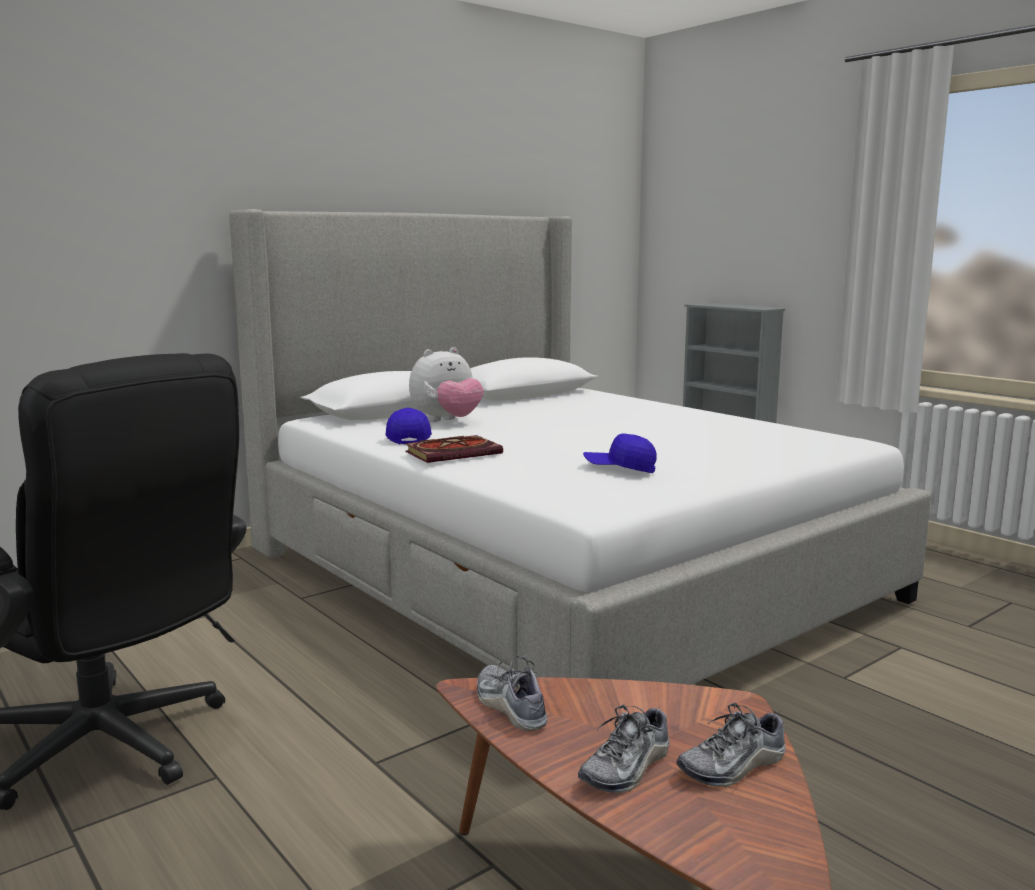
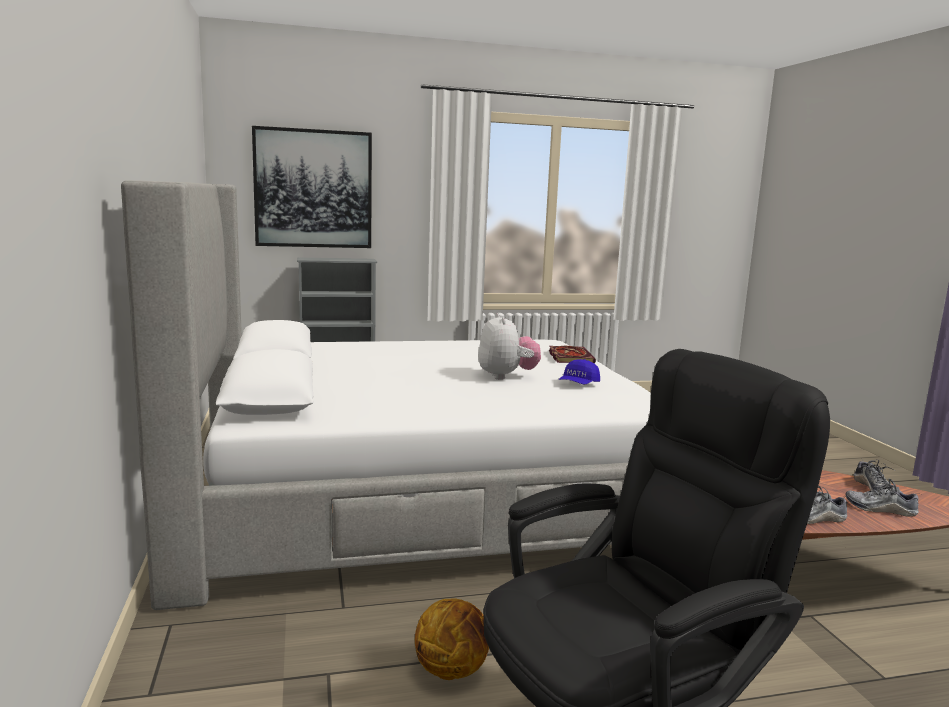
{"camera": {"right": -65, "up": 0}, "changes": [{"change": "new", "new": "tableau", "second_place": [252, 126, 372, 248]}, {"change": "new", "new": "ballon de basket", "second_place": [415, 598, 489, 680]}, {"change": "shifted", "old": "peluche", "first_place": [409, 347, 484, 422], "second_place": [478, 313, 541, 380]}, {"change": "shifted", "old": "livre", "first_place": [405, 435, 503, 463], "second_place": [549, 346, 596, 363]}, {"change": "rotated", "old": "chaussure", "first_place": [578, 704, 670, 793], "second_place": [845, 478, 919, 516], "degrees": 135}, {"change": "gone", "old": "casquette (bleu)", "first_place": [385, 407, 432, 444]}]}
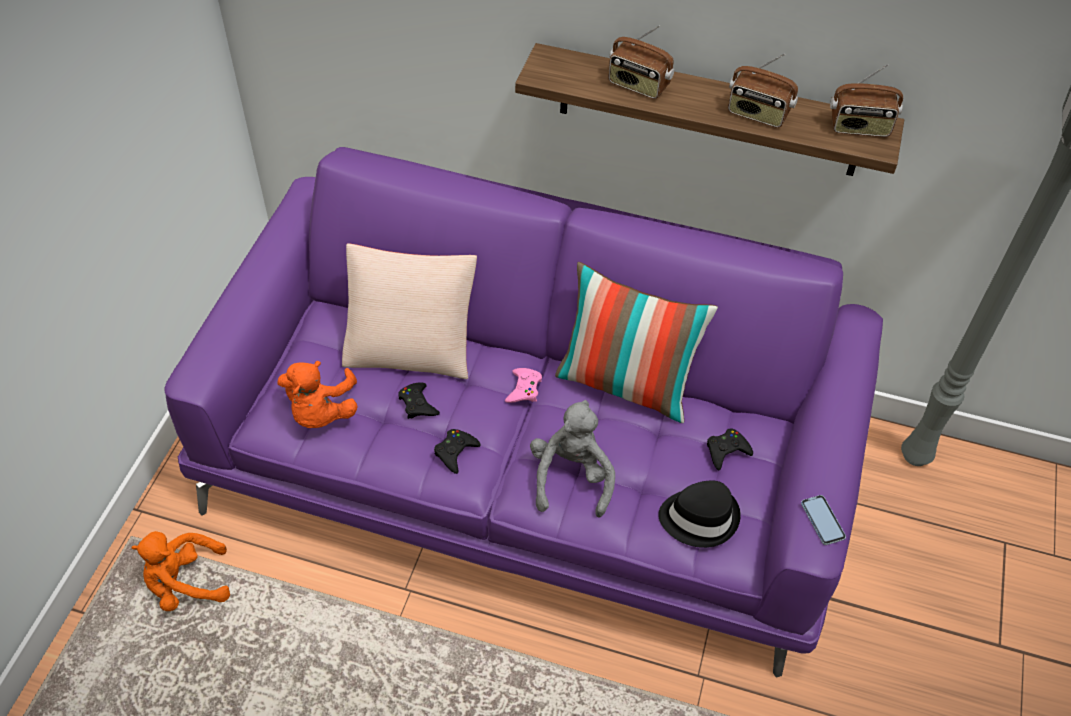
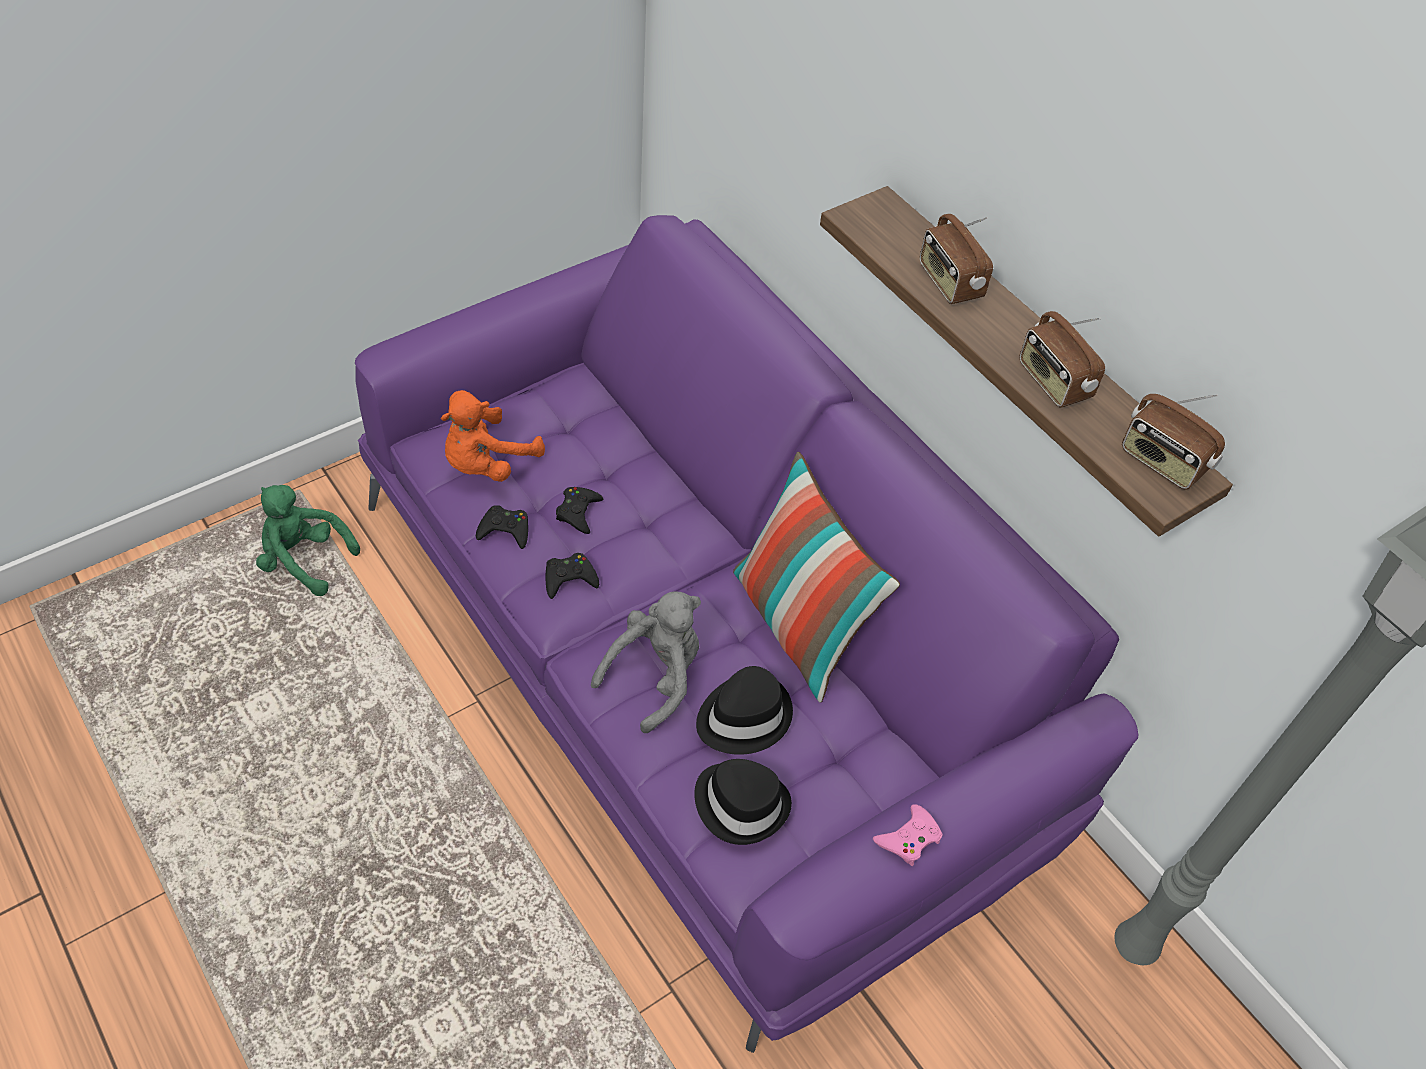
{"camera": {"right": 35, "up": 0}, "changes": [{"change": "repainted", "old": "peluche (orange)", "new": "peluche (vert)", "first_place": [131, 531, 230, 611], "second_place": [256, 485, 360, 596]}, {"change": "shifted", "old": "manette (noir)", "first_place": [707, 429, 753, 470], "second_place": [476, 505, 528, 549]}, {"change": "new", "new": "chapeau (noir)", "second_place": [696, 666, 793, 755]}, {"change": "shifted", "old": "manette (rose)", "first_place": [505, 368, 542, 403], "second_place": [873, 804, 943, 866]}, {"change": "gone", "old": "coussin (beige)", "first_place": [342, 243, 477, 379]}, {"change": "gone", "old": "téléphone", "first_place": [801, 495, 846, 545]}]}
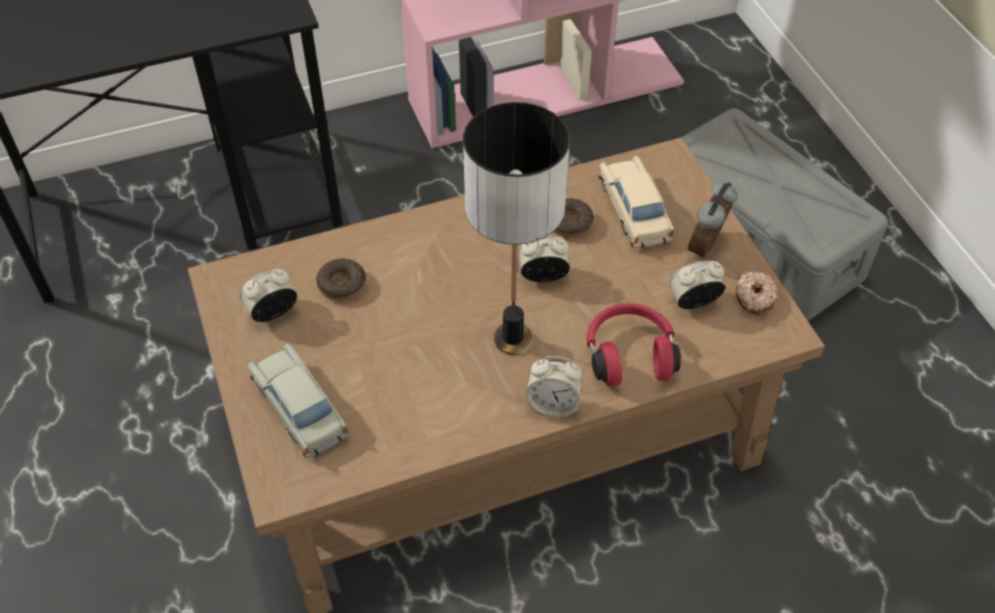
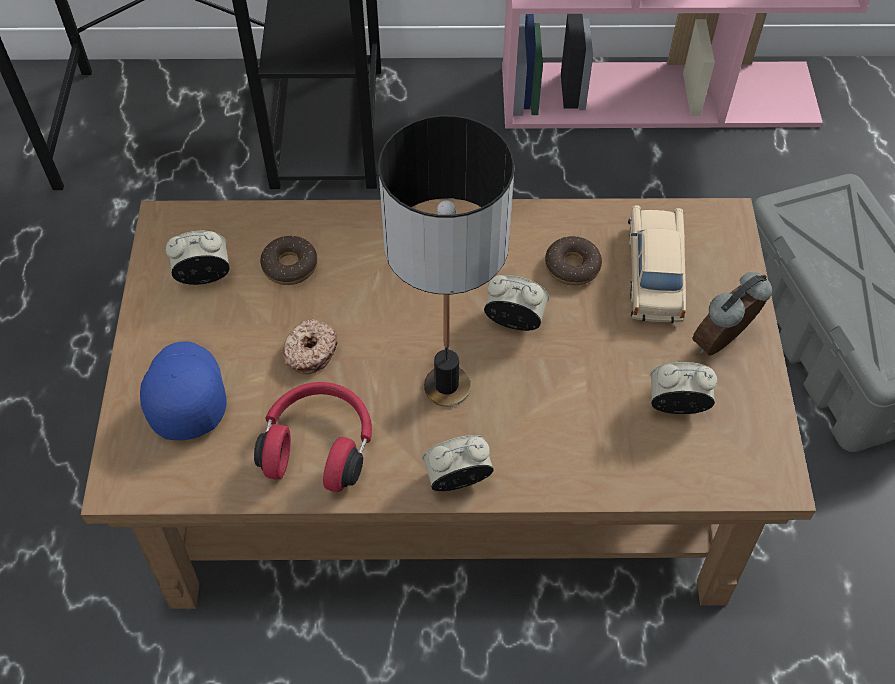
{"camera": {"right": 20, "up": 5}, "changes": [{"change": "swapped", "old": "petite voiture (beige)", "new": "casquette (bleu)", "first_place": [248, 344, 349, 458], "second_place": [140, 341, 227, 440]}, {"change": "shifted", "old": "casque audio (rouge)", "first_place": [587, 303, 681, 386], "second_place": [254, 382, 372, 492]}, {"change": "shifted", "old": "beignet", "first_place": [735, 271, 779, 315], "second_place": [282, 318, 338, 374]}, {"change": "rotated", "old": "réveil", "first_place": [525, 356, 582, 418], "second_place": [422, 435, 494, 491], "degrees": 135}]}
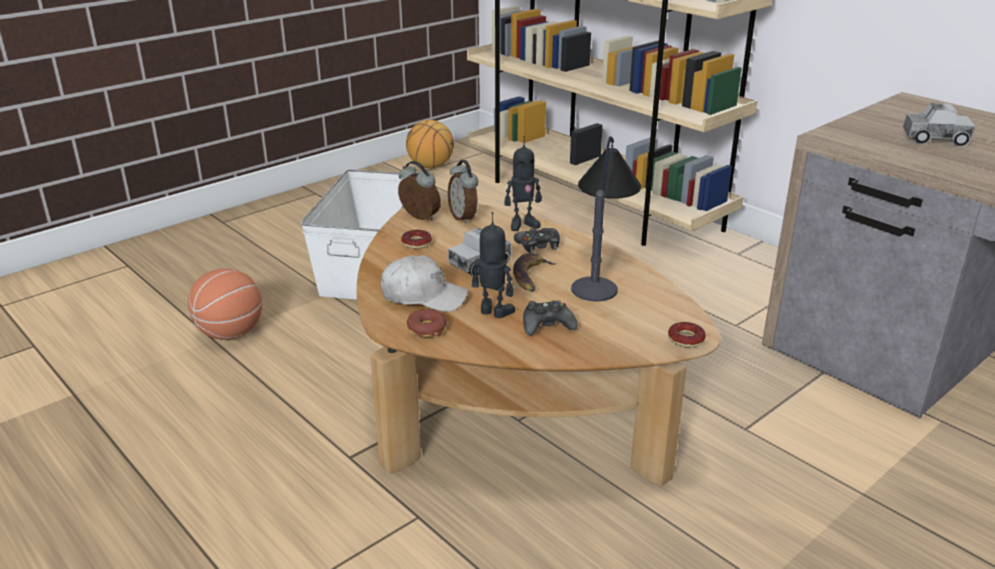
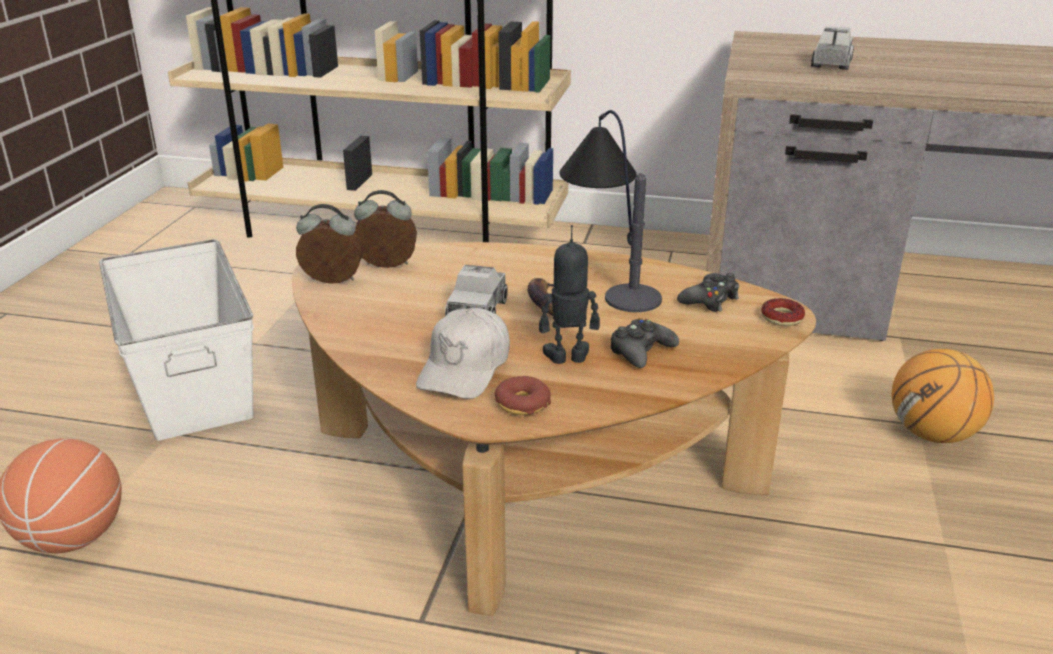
{"camera": {"right": -35, "up": 0}, "changes": [{"change": "rotated", "old": "réveil", "first_place": [448, 160, 478, 224], "second_place": [354, 190, 417, 268], "degrees": 150}, {"change": "rotated", "old": "casquette (blanc)", "first_place": [381, 255, 468, 312], "second_place": [416, 308, 510, 399], "degrees": 135}, {"change": "shifted", "old": "manette (noir)", "first_place": [514, 228, 560, 253], "second_place": [677, 273, 739, 312]}, {"change": "rotated", "old": "camion jouet", "first_place": [903, 103, 975, 147], "second_place": [811, 26, 854, 70], "degrees": -45}, {"change": "shifted", "old": "ballon de basket", "first_place": [406, 120, 454, 168], "second_place": [892, 349, 994, 443]}, {"change": "gone", "old": "beignet", "first_place": [401, 230, 432, 249]}, {"change": "gone", "old": "robot jouet", "first_place": [504, 136, 542, 231]}]}
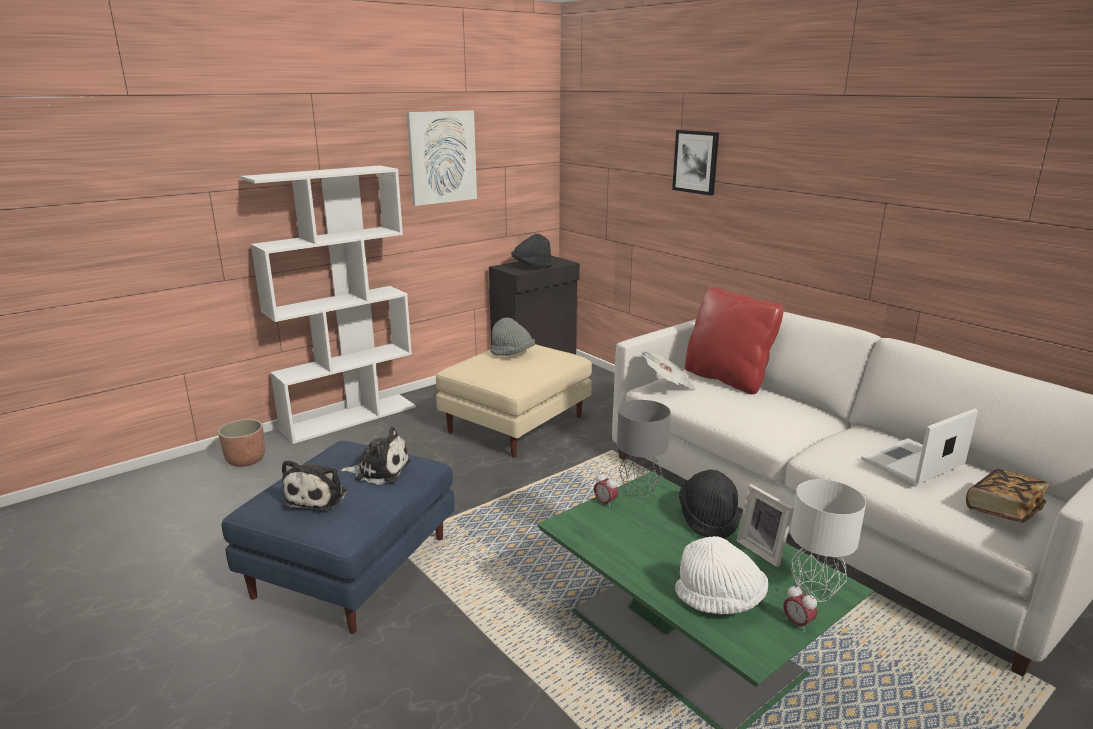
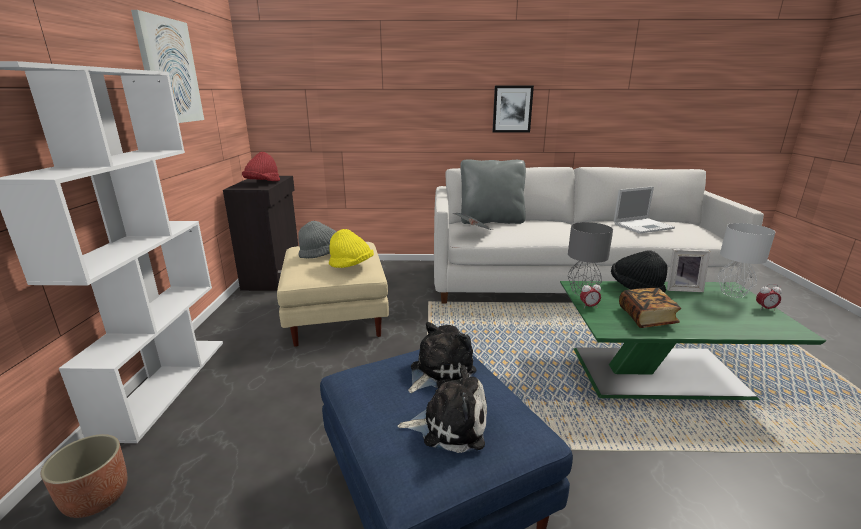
{"camera": {"right": -50, "up": 0}, "changes": [{"change": "repainted", "old": "chapeau (noir)", "new": "chapeau (rouge)", "first_place": [512, 234, 552, 267], "second_place": [242, 152, 280, 181]}, {"change": "new", "new": "chapeau (jaune)", "second_place": [329, 229, 374, 268]}, {"change": "rotated", "old": "peluche", "first_place": [282, 460, 347, 512], "second_place": [398, 365, 487, 453], "degrees": -45}, {"change": "repainted", "old": "coussin (rouge)", "new": "coussin (gris)", "first_place": [685, 287, 784, 394], "second_place": [460, 159, 526, 224]}, {"change": "shifted", "old": "tableau", "first_place": [672, 130, 719, 195], "second_place": [492, 86, 534, 133]}, {"change": "rotated", "old": "ordinateur portable", "first_place": [861, 408, 978, 485], "second_place": [614, 186, 675, 234], "degrees": -120}, {"change": "shifted", "old": "livre", "first_place": [966, 469, 1049, 523], "second_place": [619, 288, 681, 328]}, {"change": "gone", "old": "chapeau (blanc)", "first_place": [675, 536, 768, 614]}]}
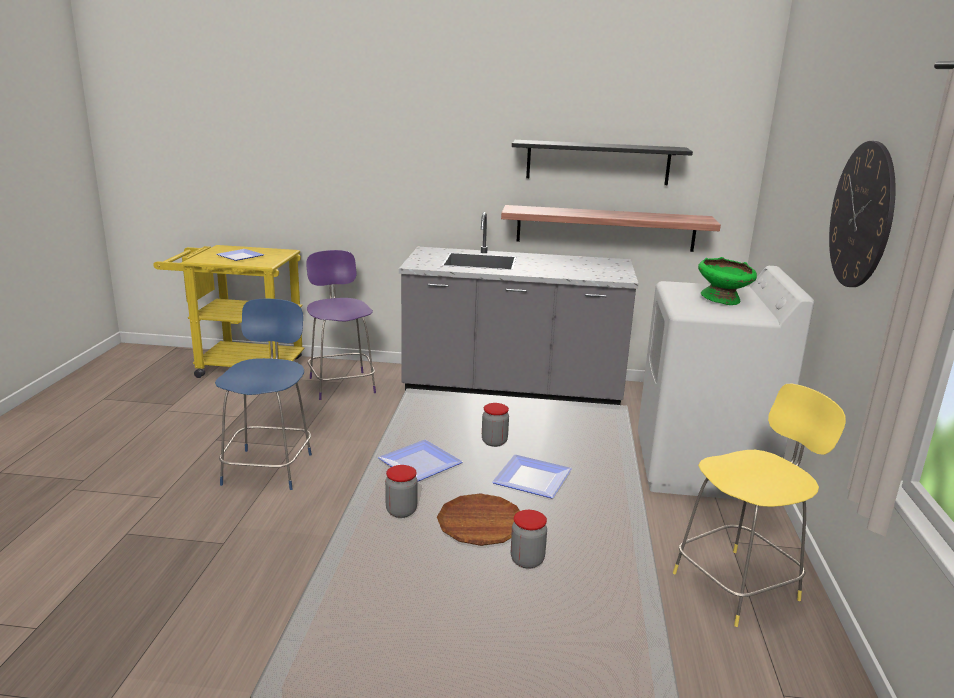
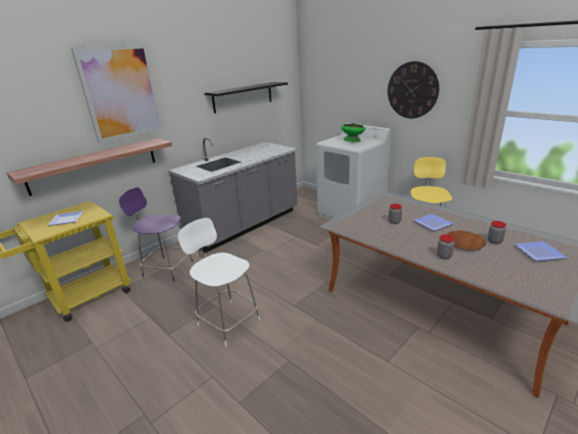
{"camera": {"right": -50, "up": 5}, "changes": [{"change": "shifted", "old": "étagère", "first_place": [501, 205, 721, 252], "second_place": [7, 138, 172, 196]}, {"change": "new", "new": "tableau", "second_place": [71, 44, 163, 143]}, {"change": "repainted", "old": "tabouret (bleu)", "new": "tabouret (blanc)", "first_place": [215, 299, 312, 490], "second_place": [178, 218, 260, 346]}, {"change": "shifted", "old": "assiette", "first_place": [378, 440, 463, 481], "second_place": [515, 241, 568, 261]}]}
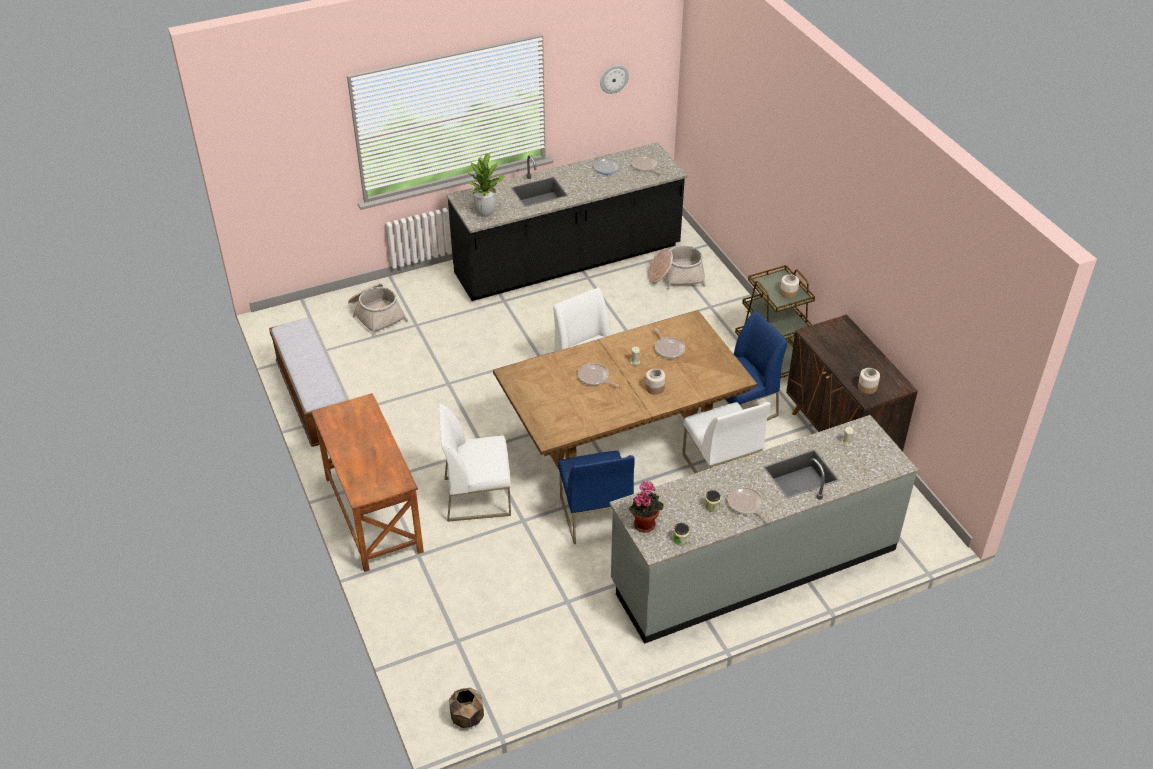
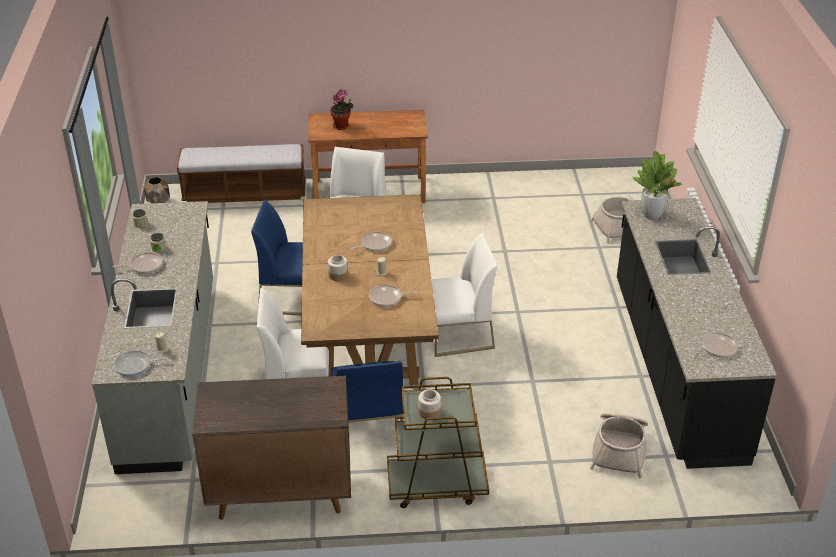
{"camera": {"right": 110, "up": -5}, "changes": [{"change": "shifted", "old": "poêle", "first_place": [593, 152, 620, 175], "second_place": [114, 350, 168, 377]}, {"change": "shifted", "old": "banc", "first_place": [269, 318, 347, 447], "second_place": [177, 144, 305, 203]}, {"change": "shifted", "old": "plante en pot", "first_place": [629, 481, 664, 533], "second_place": [330, 89, 353, 130]}, {"change": "gone", "old": "horloge murale", "first_place": [600, 65, 629, 94]}, {"change": "gone", "old": "bocal", "first_place": [858, 368, 880, 394]}]}
